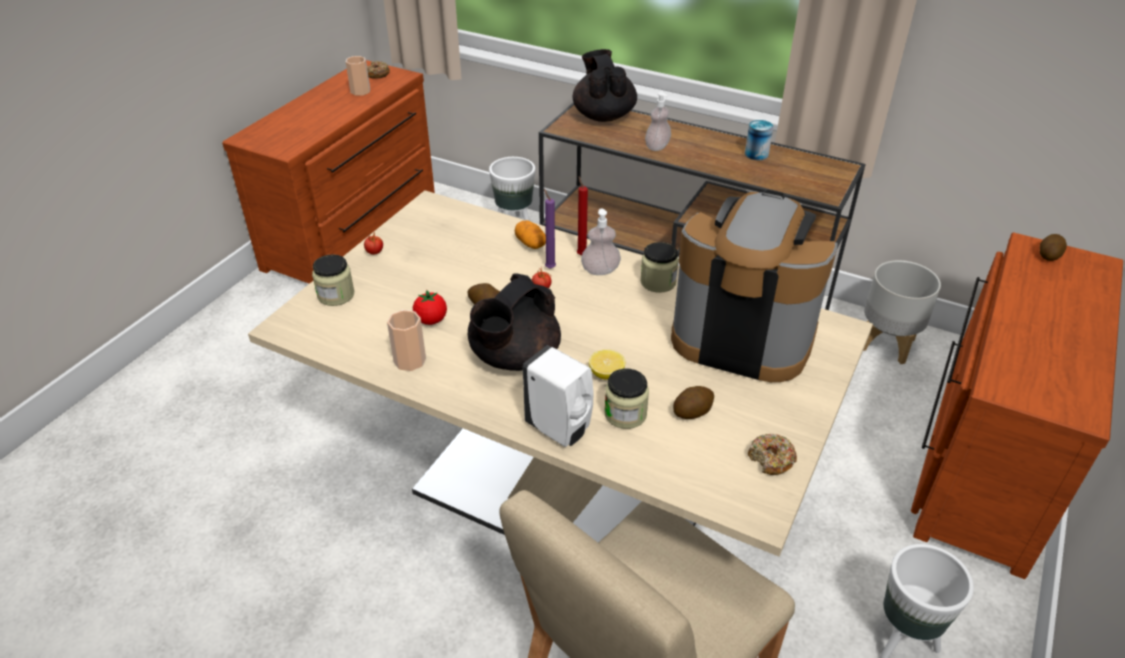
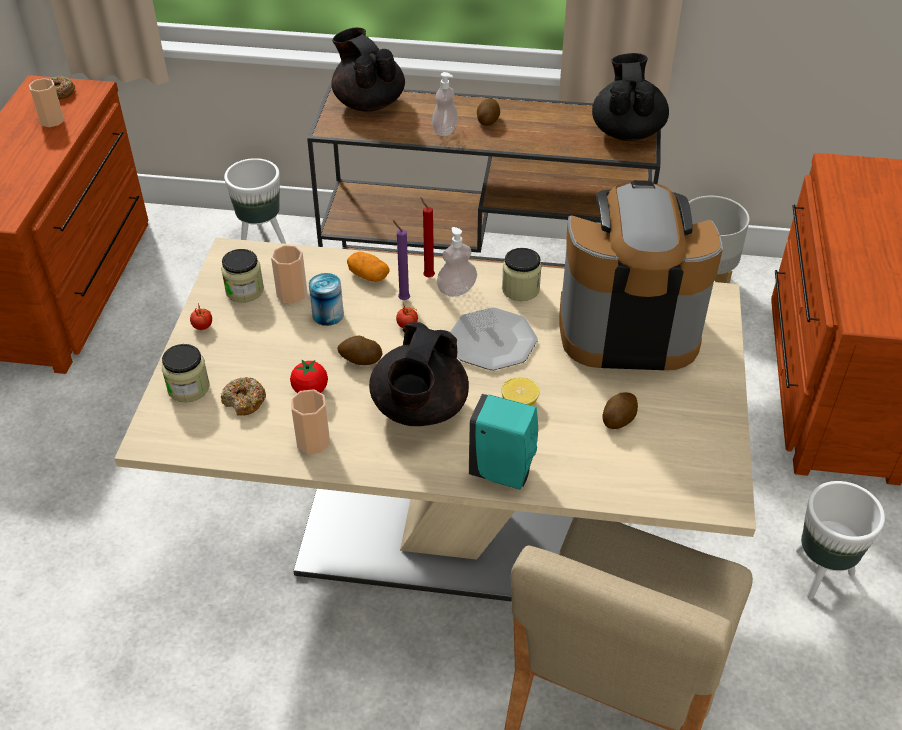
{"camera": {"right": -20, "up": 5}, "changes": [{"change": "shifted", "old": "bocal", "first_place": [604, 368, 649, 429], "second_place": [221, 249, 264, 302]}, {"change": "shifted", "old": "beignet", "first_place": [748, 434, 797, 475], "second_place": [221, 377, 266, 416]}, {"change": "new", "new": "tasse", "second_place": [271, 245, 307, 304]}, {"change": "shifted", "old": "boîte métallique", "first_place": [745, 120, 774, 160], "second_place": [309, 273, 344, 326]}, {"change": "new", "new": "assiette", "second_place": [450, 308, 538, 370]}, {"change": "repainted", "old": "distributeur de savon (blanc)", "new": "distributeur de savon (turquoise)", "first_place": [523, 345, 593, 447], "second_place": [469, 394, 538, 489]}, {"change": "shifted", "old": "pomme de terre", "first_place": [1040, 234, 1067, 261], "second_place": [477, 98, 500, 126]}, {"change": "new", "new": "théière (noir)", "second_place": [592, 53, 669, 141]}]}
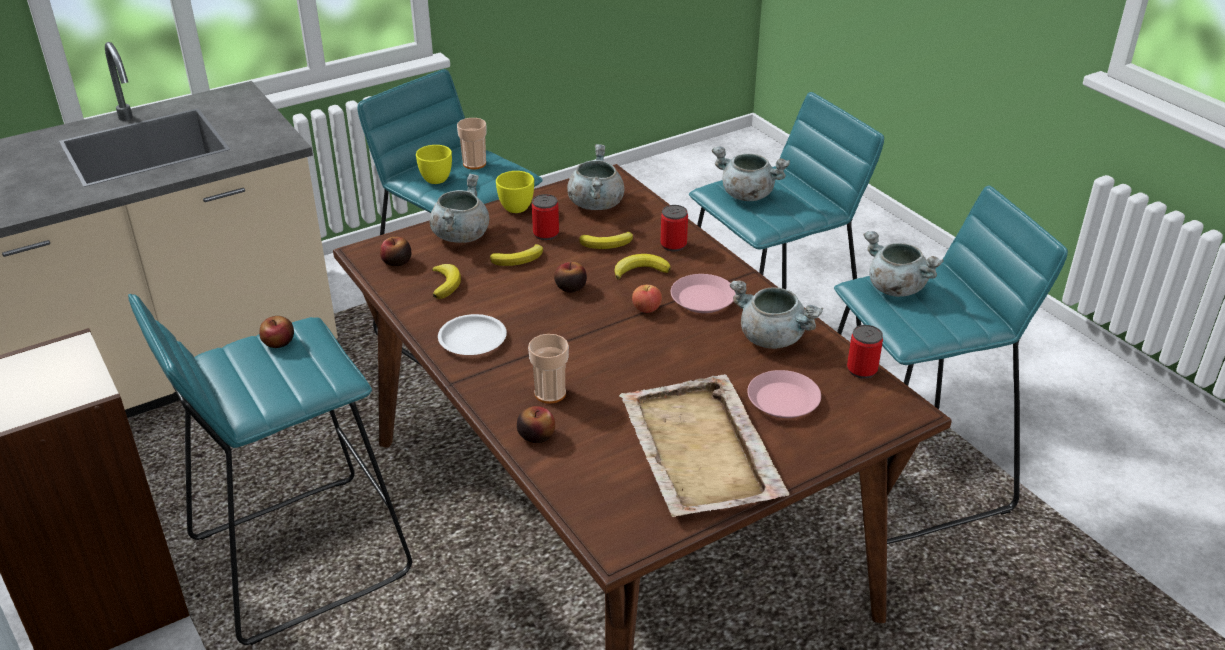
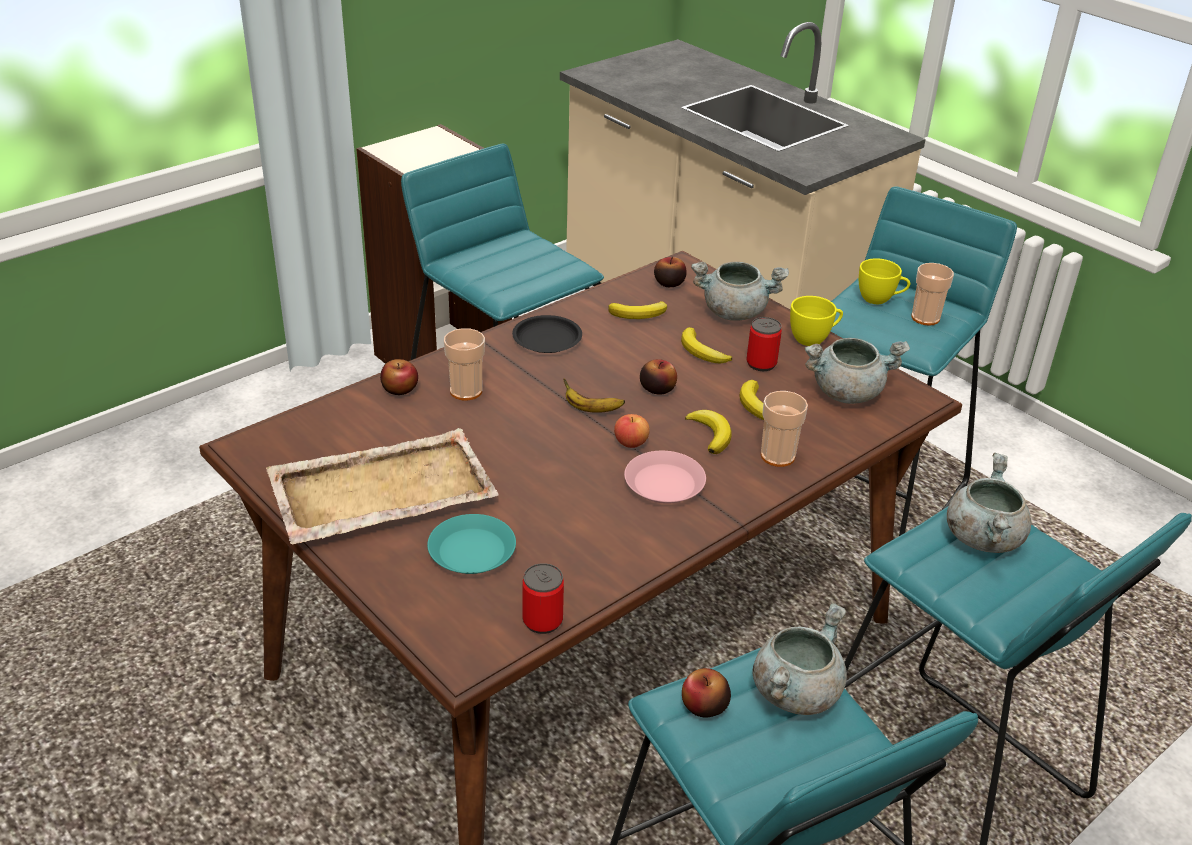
{"camera": {"right": 80, "up": 0}, "changes": [{"change": "repainted", "old": "assiette (rose)", "new": "assiette (turquoise)", "first_place": [747, 370, 821, 418], "second_place": [427, 514, 516, 574]}, {"change": "repainted", "old": "assiette (blanc)", "new": "assiette (noir)", "first_place": [438, 314, 507, 355], "second_place": [512, 315, 582, 353]}, {"change": "new", "new": "banane", "second_place": [563, 378, 625, 413]}, {"change": "shifted", "old": "pomme", "first_place": [259, 316, 294, 348], "second_place": [682, 668, 731, 718]}, {"change": "swapped", "old": "boîte métallique", "new": "tasse", "first_place": [661, 205, 688, 252], "second_place": [761, 391, 808, 467]}, {"change": "gone", "old": "marmite (gris)", "first_place": [730, 280, 824, 349]}]}
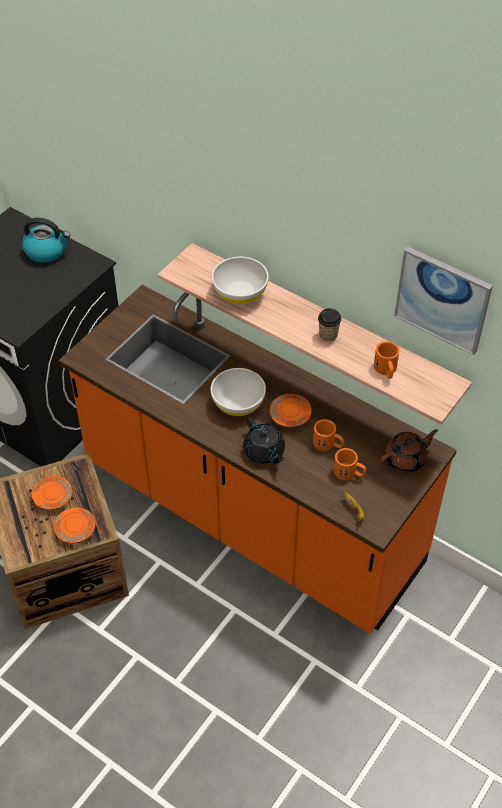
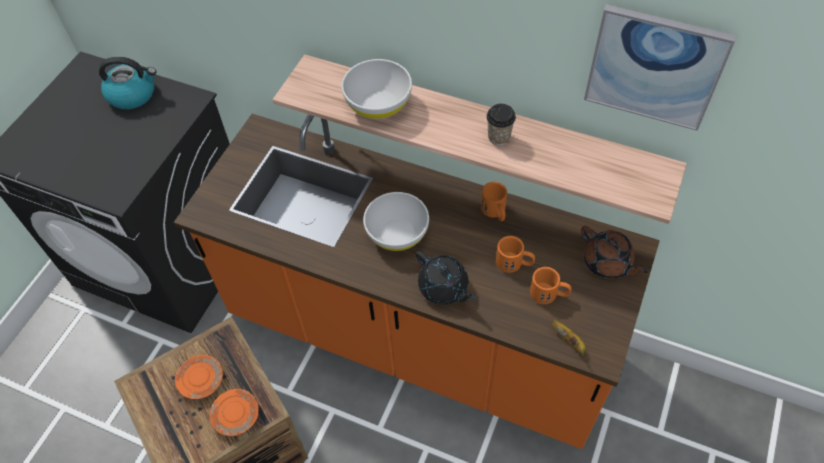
{"camera": {"right": -10, "up": 5}, "changes": [{"change": "shifted", "old": "mug (orange)", "first_place": [374, 341, 400, 379], "second_place": [481, 182, 507, 221]}, {"change": "rotated", "old": "théière (marron)", "first_place": [380, 429, 438, 472], "second_place": [581, 226, 648, 279], "degrees": 90}, {"change": "gone", "old": "assiette (orange)", "first_place": [269, 394, 312, 428]}]}
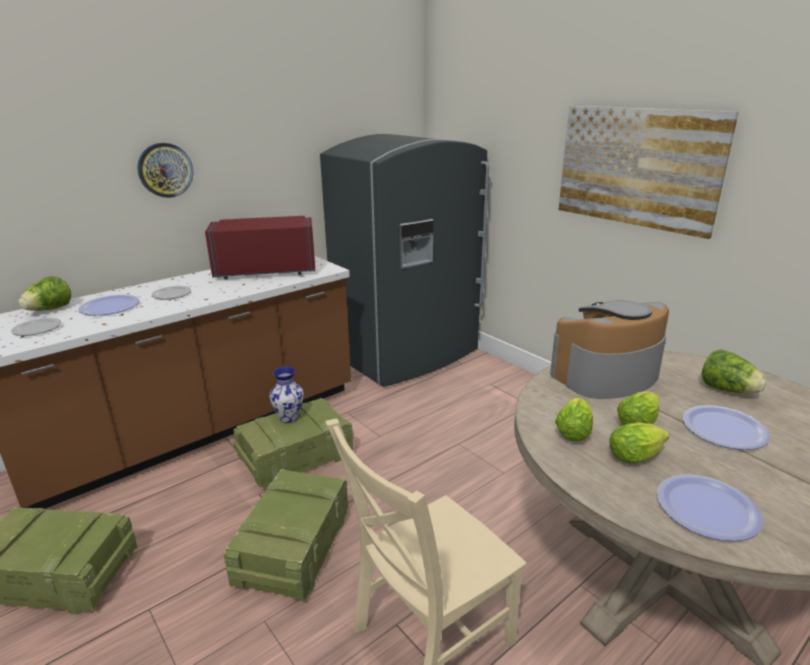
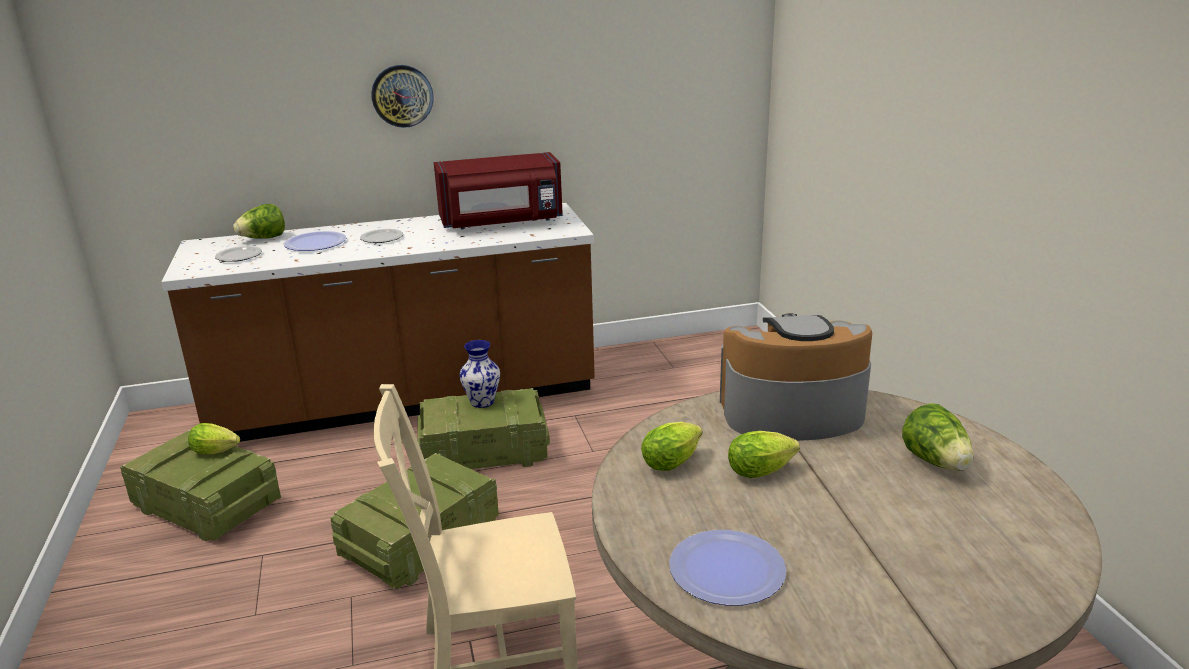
{"camera": {"right": 25, "up": 0}, "changes": [{"change": "shifted", "old": "laitue", "first_place": [609, 423, 669, 464], "second_place": [188, 423, 240, 454]}, {"change": "rotated", "old": "micro-ondes (rouge)", "first_place": [205, 216, 315, 279], "second_place": [434, 152, 563, 229], "degrees": 150}, {"change": "gone", "old": "réfrigérateur (gris)", "first_place": [320, 134, 490, 387]}, {"change": "gone", "old": "tableau", "first_place": [559, 106, 739, 239]}, {"change": "gone", "old": "assiette", "first_place": [683, 405, 770, 450]}]}
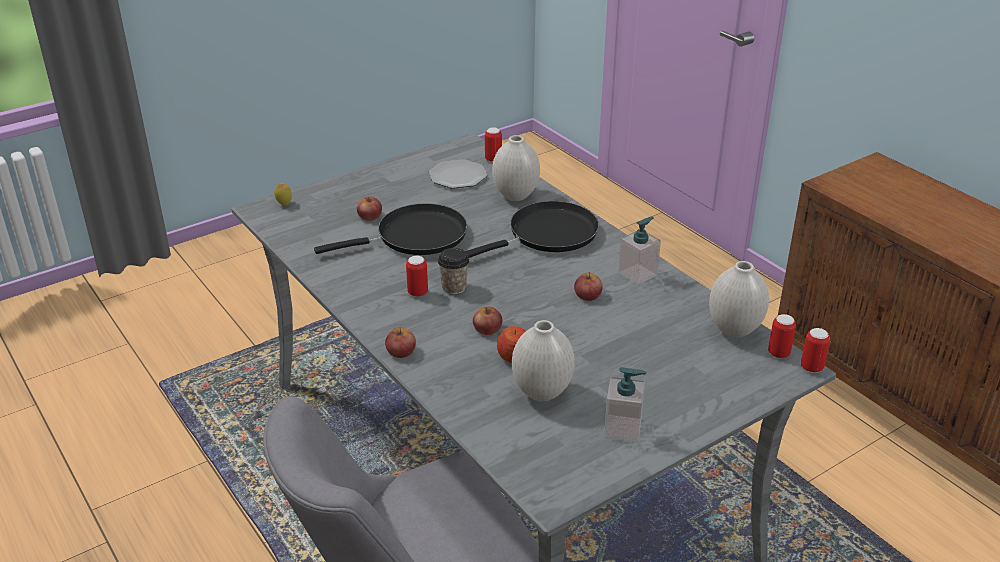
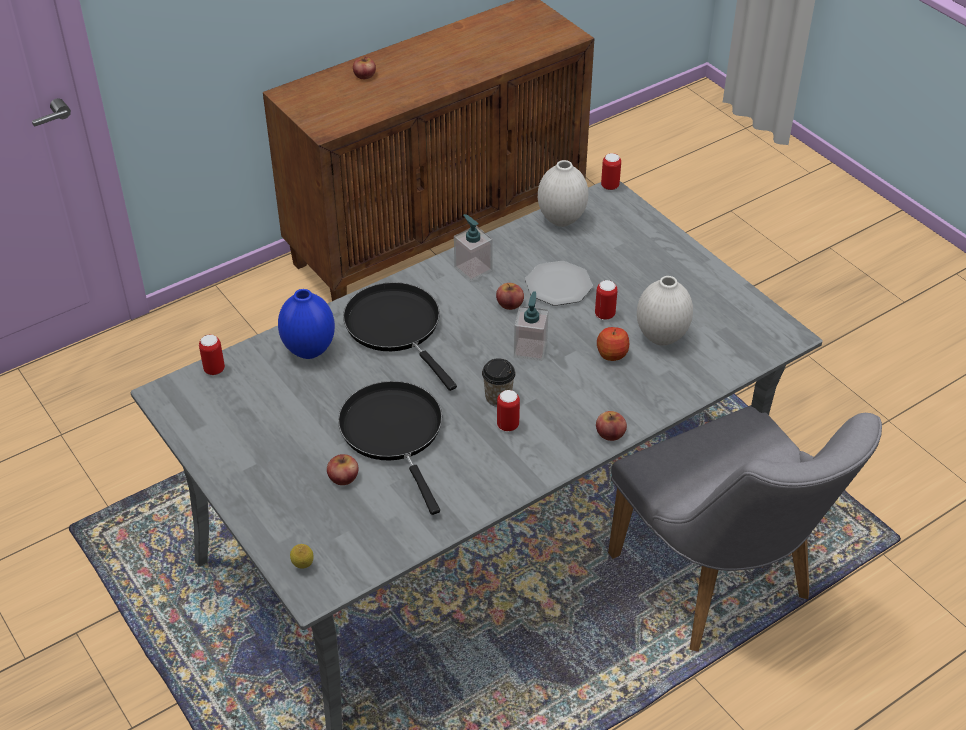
{"camera": {"right": -90, "up": 10}, "changes": [{"change": "repainted", "old": "vase (blanc)", "new": "vase (bleu)", "first_place": [492, 135, 540, 201], "second_place": [278, 289, 335, 359]}, {"change": "shifted", "old": "pomme", "first_place": [473, 306, 502, 335], "second_place": [353, 57, 376, 79]}, {"change": "shifted", "old": "distributeur de savon", "first_place": [604, 367, 646, 441], "second_place": [514, 291, 549, 361]}, {"change": "shifted", "old": "assiette", "first_place": [429, 159, 487, 189], "second_place": [525, 261, 593, 306]}, {"change": "shifted", "old": "boîte métallique", "first_place": [768, 314, 796, 358], "second_place": [595, 280, 618, 320]}]}
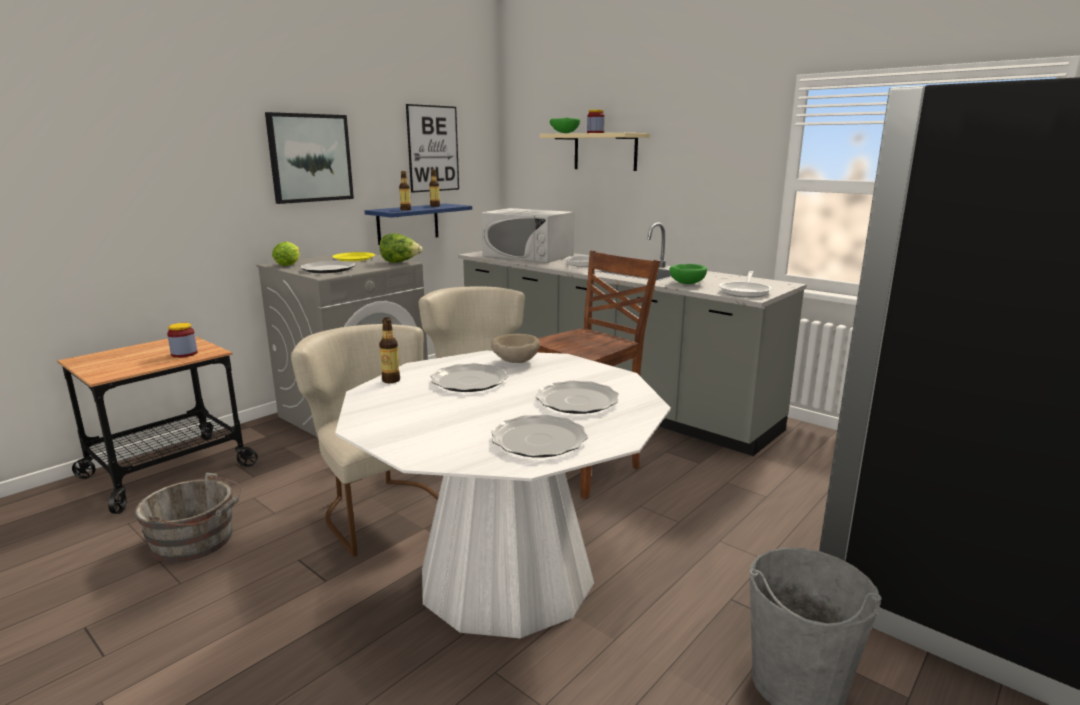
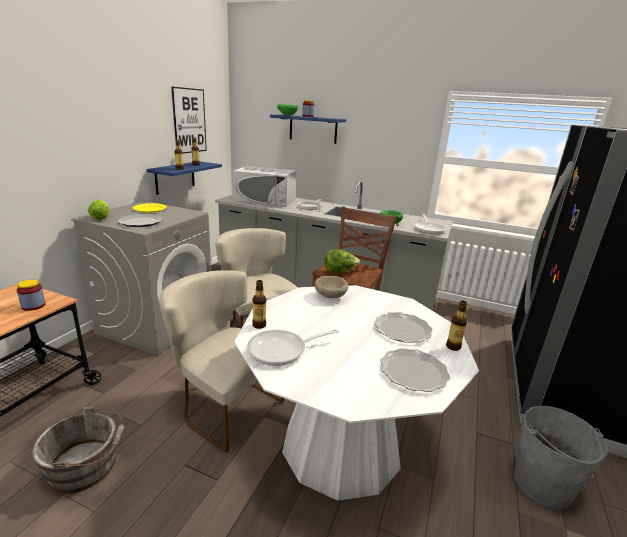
{"camera": {"right": -20, "up": 5}, "changes": [{"change": "new", "new": "poêle", "second_place": [247, 329, 340, 366]}, {"change": "repainted", "old": "étagère (beige)", "new": "étagère (bleu)", "first_place": [540, 133, 650, 171], "second_place": [270, 115, 346, 144]}, {"change": "shifted", "old": "laitue", "first_place": [379, 233, 422, 263], "second_place": [325, 249, 360, 274]}, {"change": "new", "new": "bouteille", "second_place": [446, 301, 468, 351]}, {"change": "gone", "old": "tableau", "first_place": [265, 112, 354, 204]}, {"change": "gone", "old": "assiette", "first_place": [430, 363, 508, 392]}]}
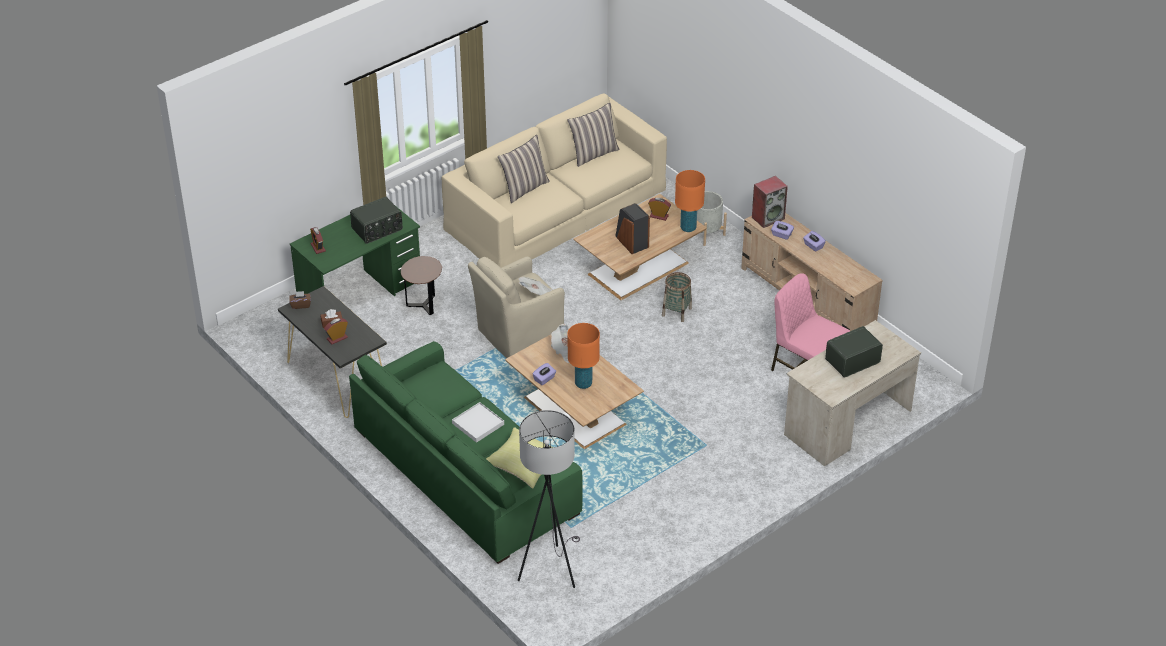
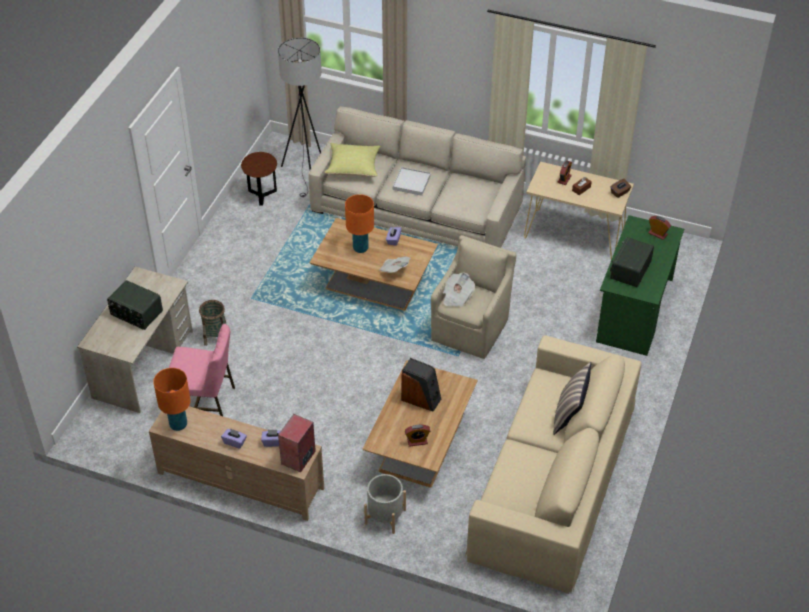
{"camera": {"right": 150, "up": 5}, "changes": [{"change": "rotated", "old": "radio", "first_place": [825, 326, 883, 378], "second_place": [107, 280, 163, 330], "degrees": 90}, {"change": "shifted", "old": "lampe de table (orange)", "first_place": [675, 170, 705, 232], "second_place": [153, 368, 191, 431]}, {"change": "shifted", "old": "panier", "first_place": [662, 272, 692, 322], "second_place": [199, 300, 226, 346]}, {"change": "shifted", "old": "table d'appoint (marron)", "first_place": [401, 256, 442, 315], "second_place": [241, 152, 277, 205]}, {"change": "repainted", "old": "canapé (vert)", "new": "canapé (beige)", "first_place": [349, 341, 583, 564], "second_place": [308, 106, 526, 248]}, {"change": "repainted", "old": "table console (noir)", "new": "table console (beige)", "first_place": [278, 286, 387, 418], "second_place": [524, 162, 634, 259]}, {"change": "gone", "old": "coussin", "first_place": [568, 103, 620, 167]}]}
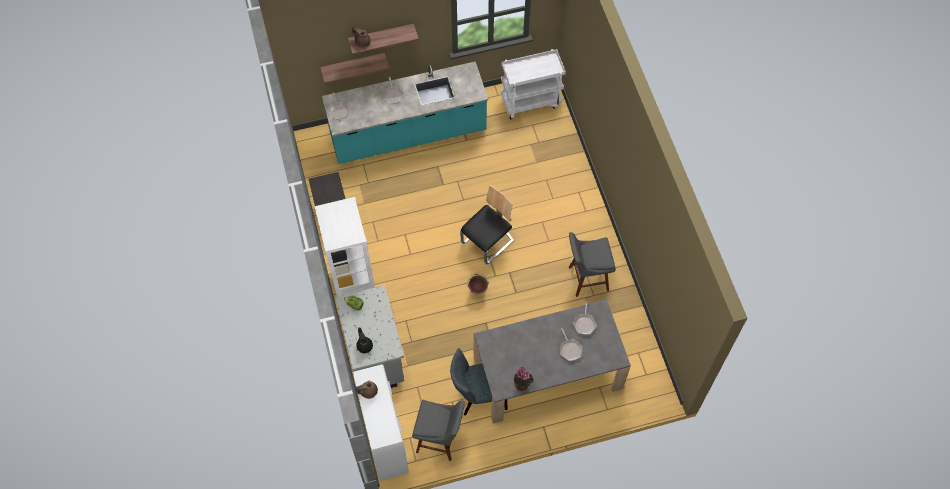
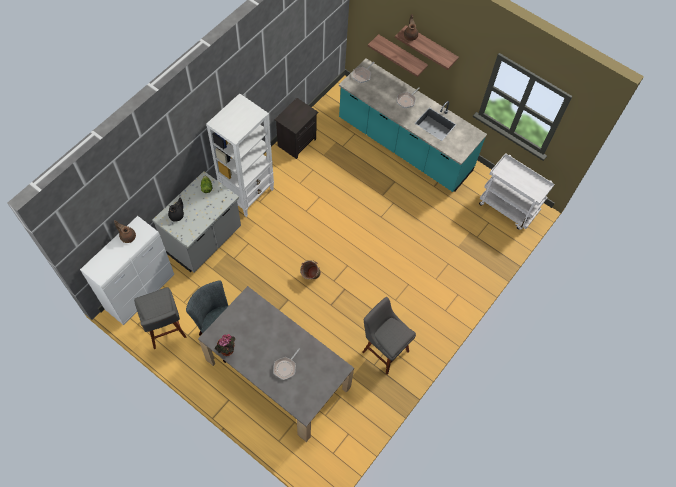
{"camera": {"right": 50, "up": 0}, "changes": [{"change": "gone", "old": "chaise", "first_place": [460, 185, 514, 264]}, {"change": "gone", "old": "poêle", "first_place": [573, 301, 597, 335]}]}
